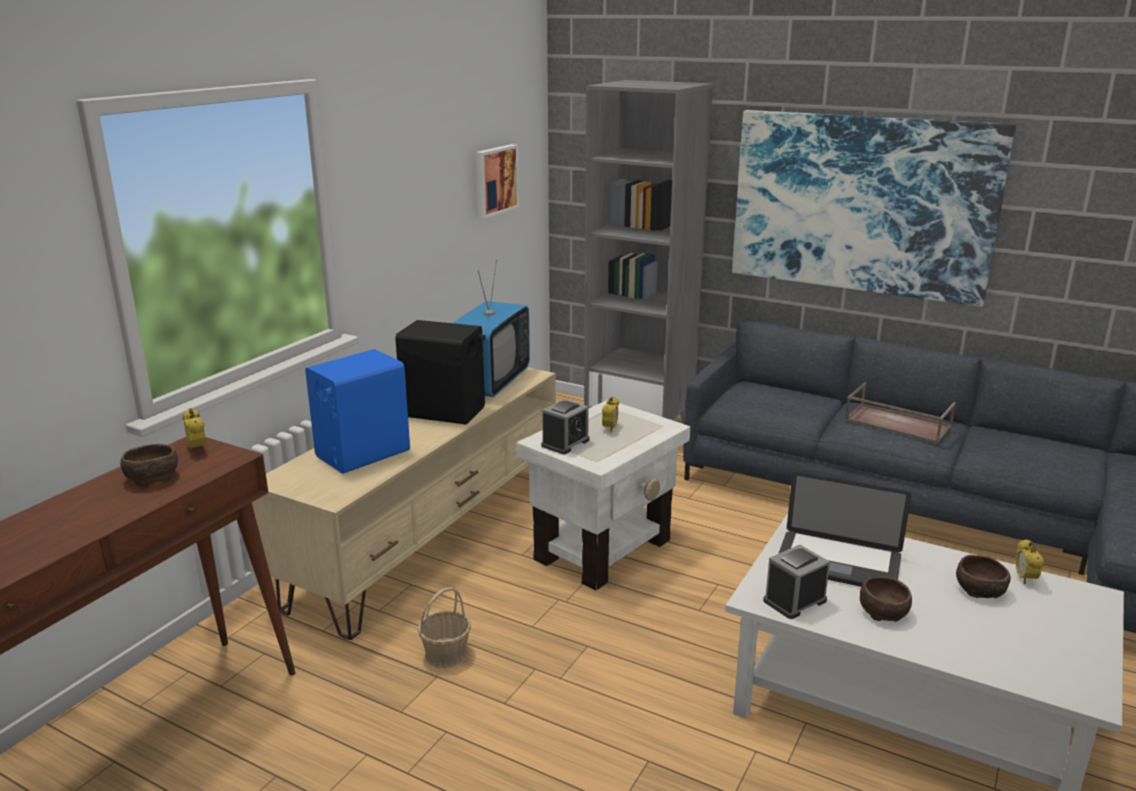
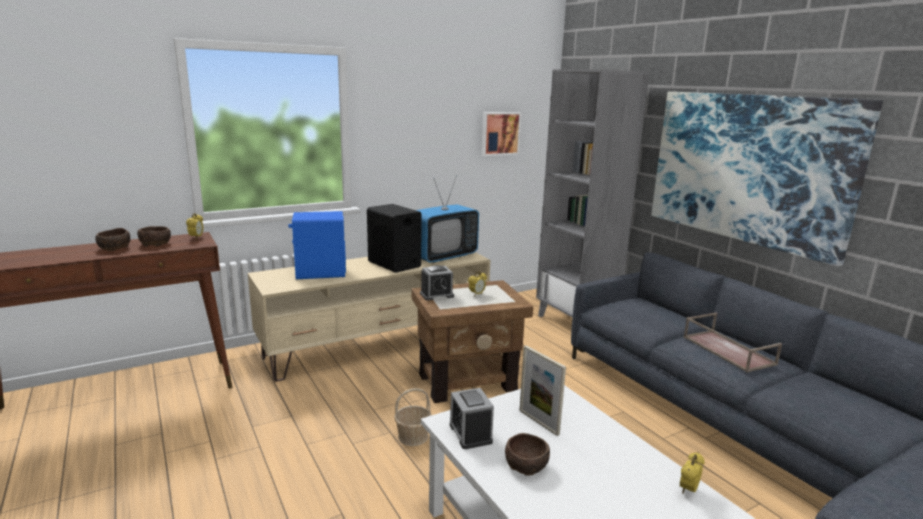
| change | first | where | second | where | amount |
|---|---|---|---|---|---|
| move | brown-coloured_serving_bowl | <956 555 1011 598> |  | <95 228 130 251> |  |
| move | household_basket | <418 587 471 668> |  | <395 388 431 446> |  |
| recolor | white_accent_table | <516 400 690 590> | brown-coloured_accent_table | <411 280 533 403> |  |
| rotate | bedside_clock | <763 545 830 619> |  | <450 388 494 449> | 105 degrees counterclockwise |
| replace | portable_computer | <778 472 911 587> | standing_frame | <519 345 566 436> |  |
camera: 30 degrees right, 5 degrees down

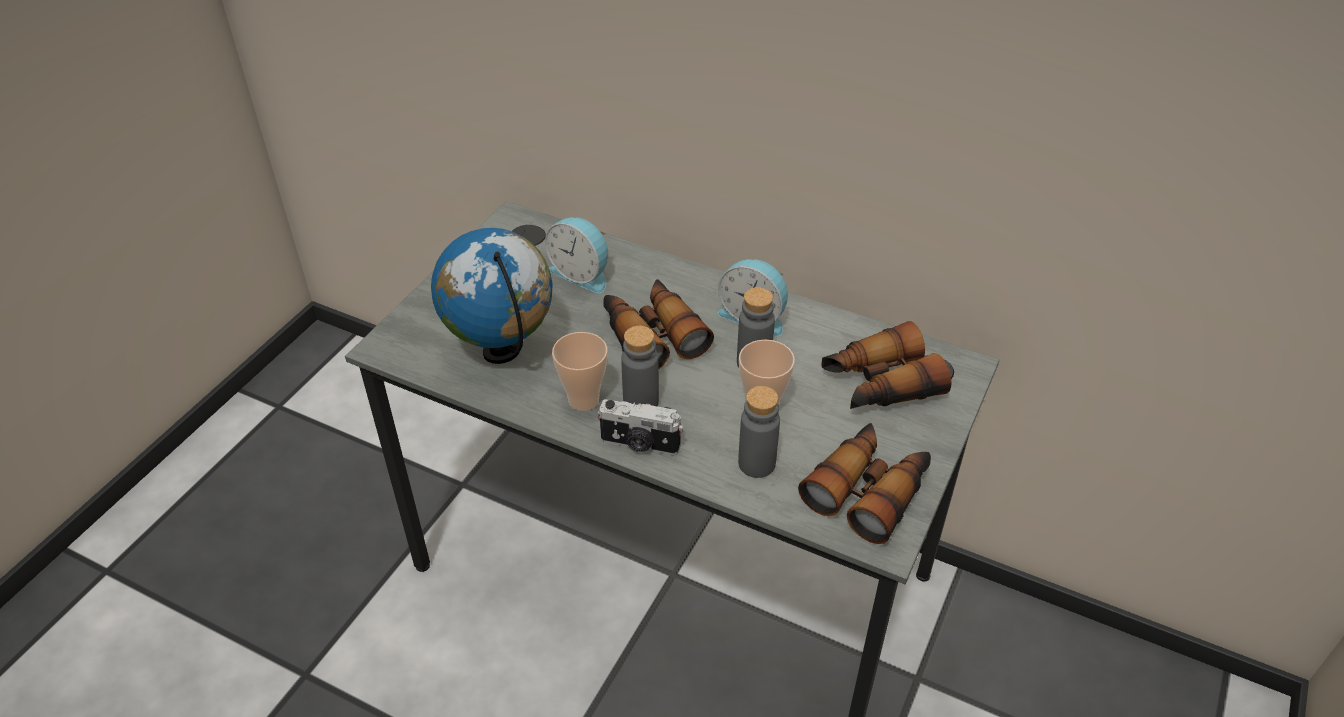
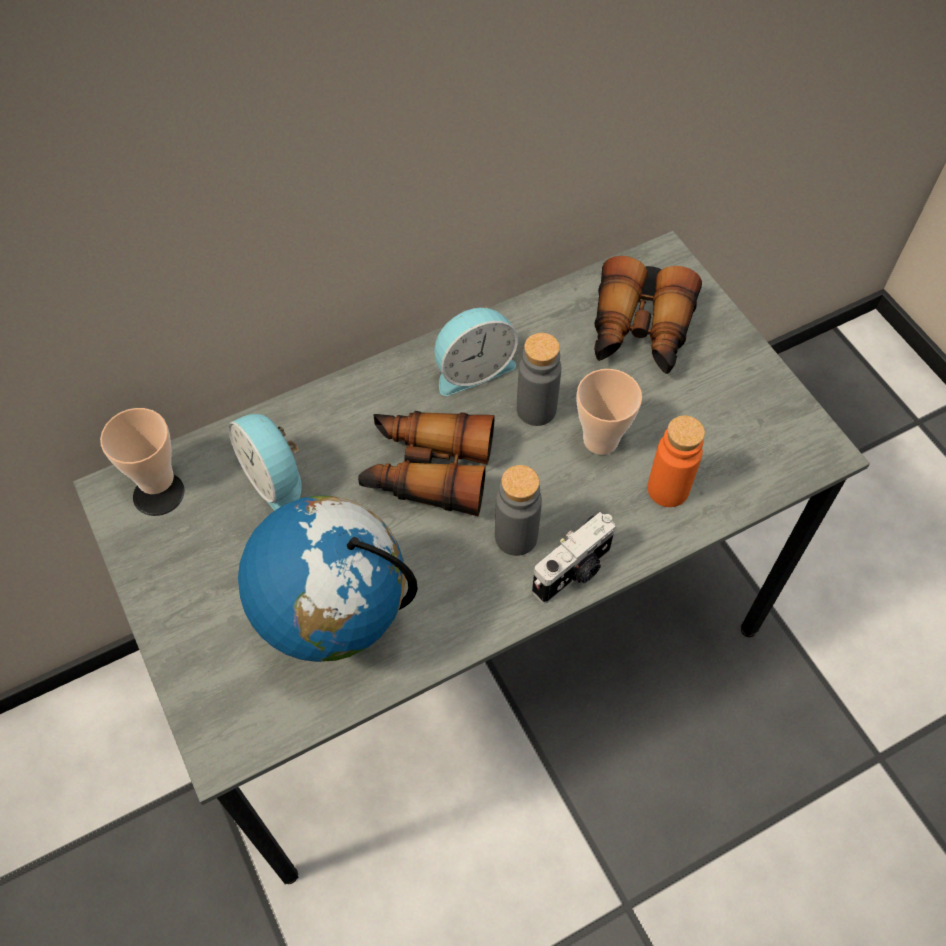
| change | first | where | second | where | amount |
|---|---|---|---|---|---|
| move | drinking_cup | <552 332 608 411> |  | <100 408 174 494> |  |
| rotate | bedside_clock | <545 217 608 293> |  | <228 414 302 511> | 75 degrees clockwise |
| recolor | grey_bottle | <738 386 780 478> | orange-coloured_bottle | <647 415 705 507> |  |
| delete | binoculars | <798 423 931 544> |  |  |  |
camera: 55 degrees left, 15 degrees up

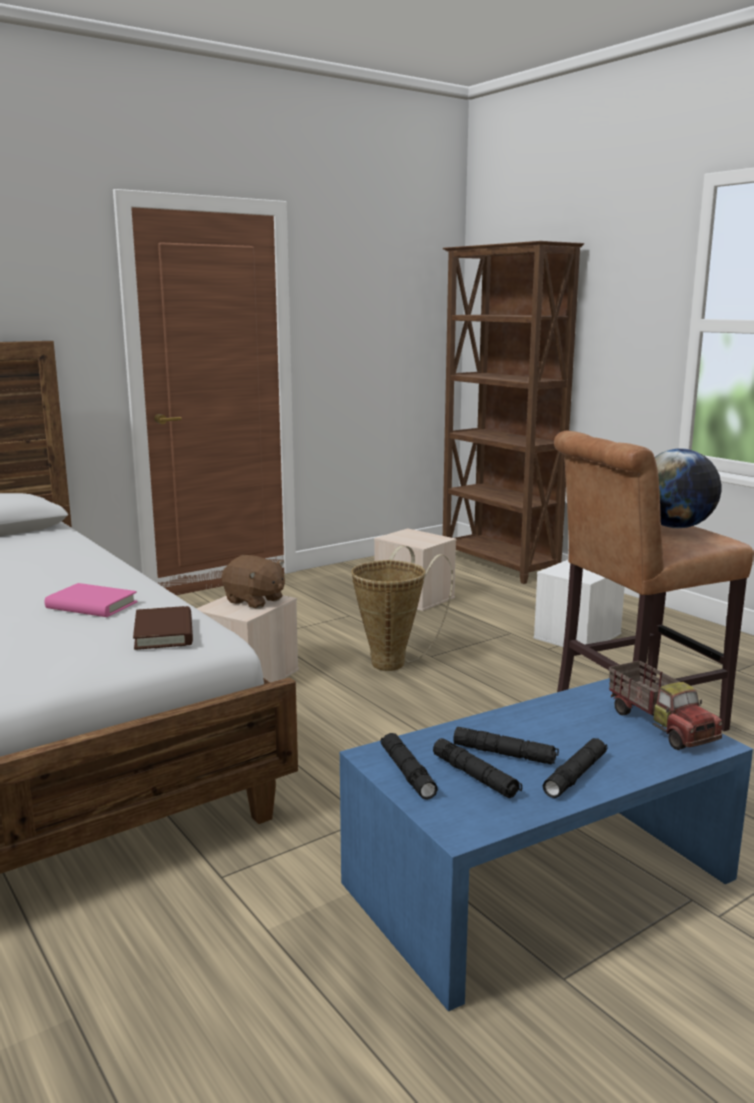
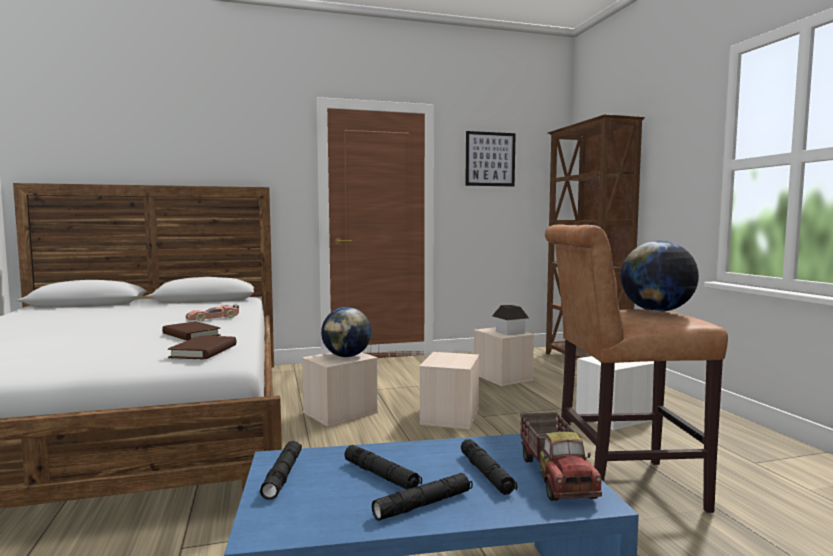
| change | first | where | second | where | amount |
|---|---|---|---|---|---|
| recolor | pinkish_volume | <45 583 138 617> | brown-coloured_volume | <162 321 221 341> |  |
| insert |  |  | miniature_car | <186 305 239 322> |  |
| replace | brown-coloured_soft_toy | <222 555 285 609> | world_globe | <321 307 372 357> |  |
| replace | household_basket | <351 546 453 671> | beige_storage_box | <419 352 479 430> |  |
| move | blackish_torch | <433 738 522 798> |  | <461 439 517 495> |  |
| insert |  |  | wall_art | <465 131 516 187> |  |
| insert |  |  | miniature_house | <492 305 530 336> |  |
camera: 20 degrees right, 10 degrees down

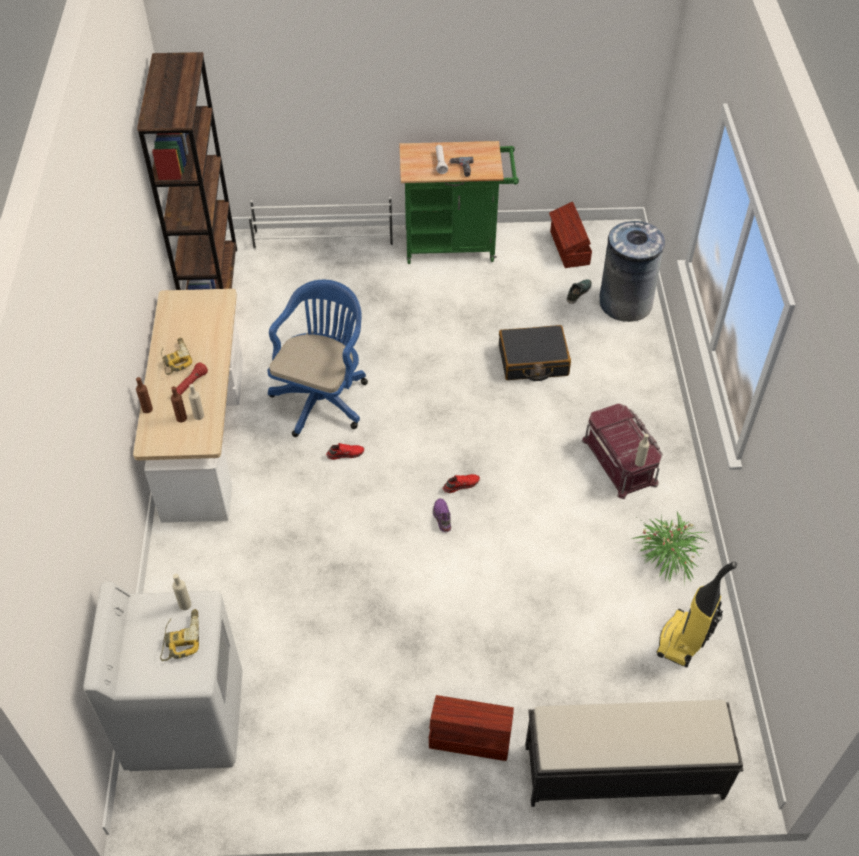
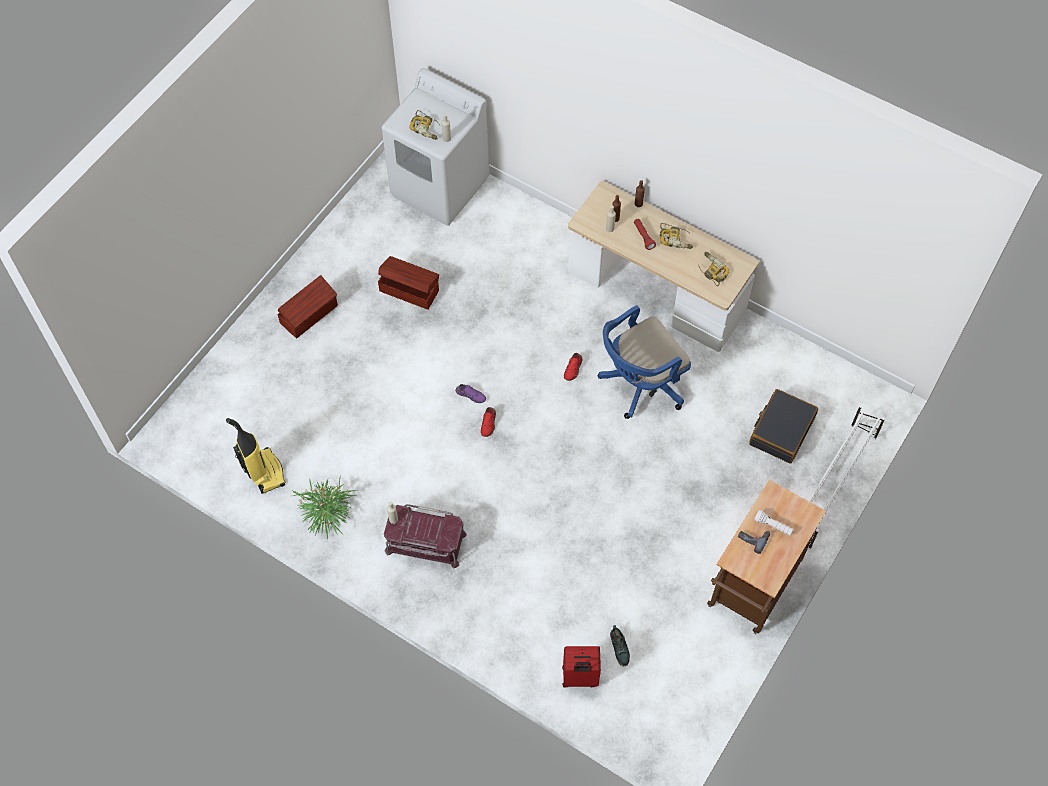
| change | first | where | second | where | amount |
|---|---|---|---|---|---|
| move | brown-coloured_storage_box | <549 202 592 268> |  | <378 256 439 310> |  |
| replace | grey_rubbish_bin | <600 221 665 322> | reddish_travel_case | <562 646 601 687> |  |
| rotate | blue-coloured_computer_chair | <268 280 368 437> |  | <598 305 691 419> | 90 degrees clockwise |
| insert |  |  | electric_drill | <698 252 730 287> |  |
| recolor | greenish_cart | <399 141 519 264> | brown-coloured_cart | <707 480 826 634> |  |
| move | blackish_travel_case | <499 325 571 381> |  | <749 389 818 464> |  |
| delete | brown-coloured_bookcase | <137 52 237 290> |  |  |  |
| delete | blackish_bench | <525 700 743 807> |  |  |  |
camera: 125 degrees right, 10 degrees up

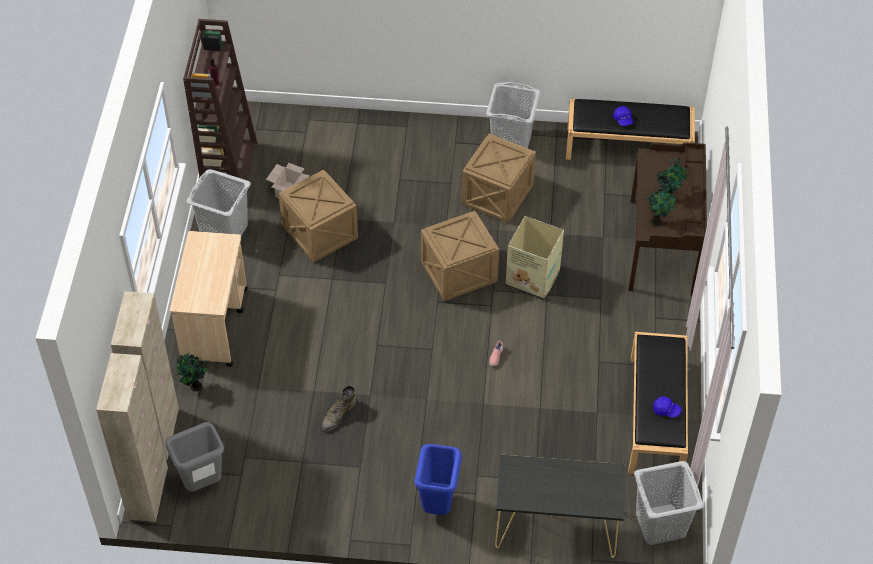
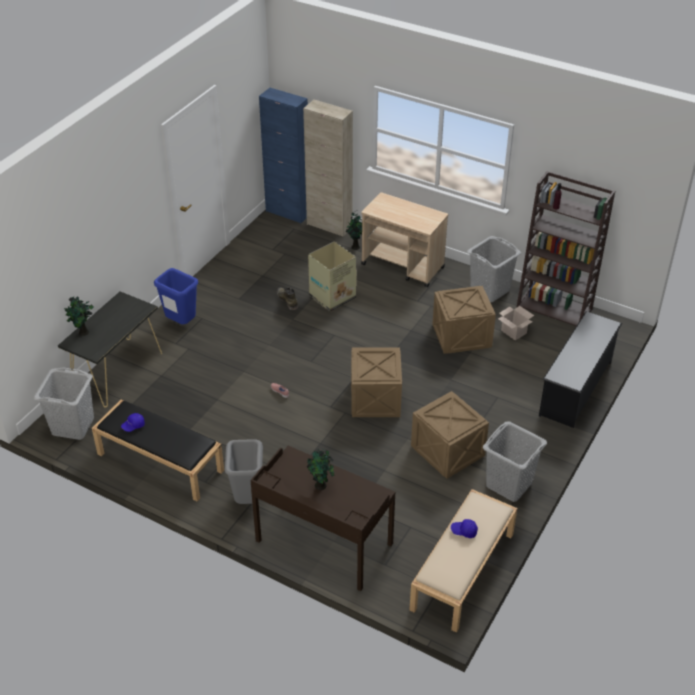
| change | first | where | second | where | amount |
|---|---|---|---|---|---|
| move | potted_plant | <646 183 676 227> |  | <64 296 94 336> |  |
| move | grey_rubbish_bin | <165 422 224 492> |  | <225 439 263 504> |  |
| recolor | beige_cupboard | <96 353 168 522> | blue-coloured_cupboard | <259 88 308 223> |  |
| move | cardboard_box | <505 216 564 301> |  | <308 241 357 312> |  |
| recolor | blackish_bench | <566 99 695 160> | beige_bench | <409 489 517 633> |  |
| insert |  |  | blackish_shoe_stand | <539 311 622 428> |  |
camera: 115 degrees right, 10 degrees down

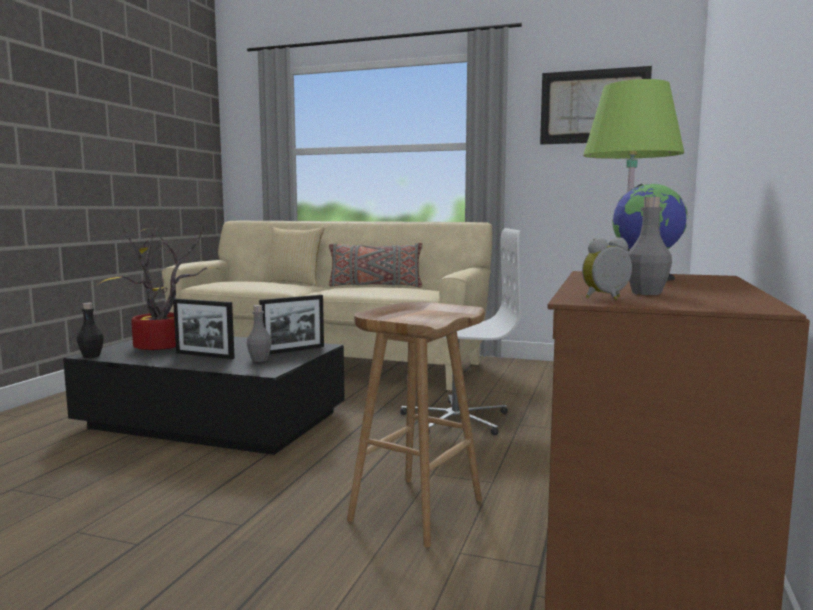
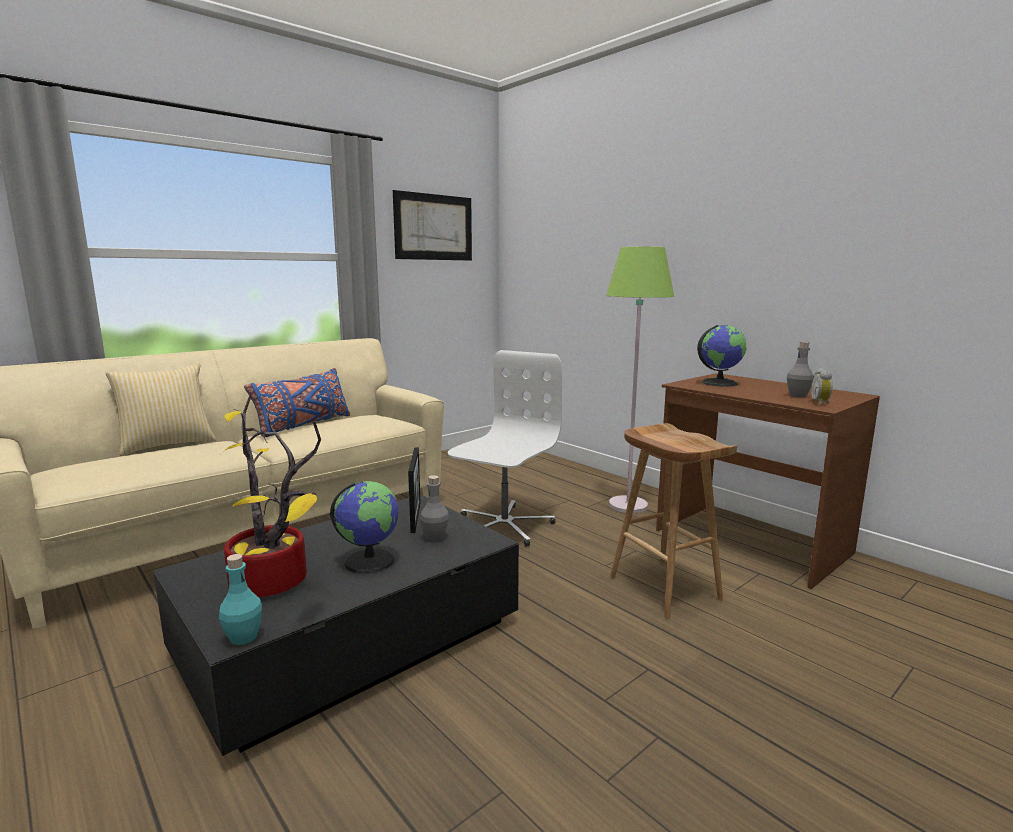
| change | first | where | second | where | amount |
|---|---|---|---|---|---|
| recolor | blackish_bottle | <77 303 104 358> | turquoise_bottle | <219 554 262 645> |  |
| recolor | grey_throw_pillow | <329 243 422 288> | blue-coloured_throw_pillow | <244 368 350 437> |  |
| replace | standing_frame | <173 299 235 359> | world_globe | <330 481 399 574> |  |
camera: 60 degrees left, 5 degrees up

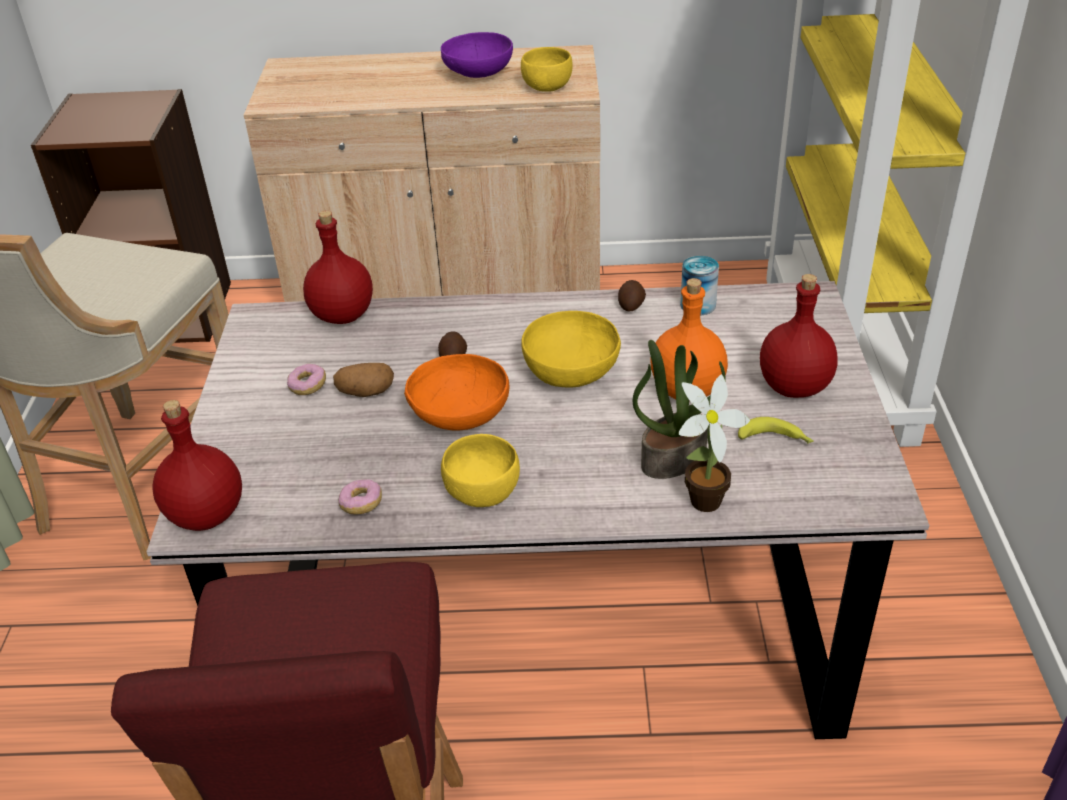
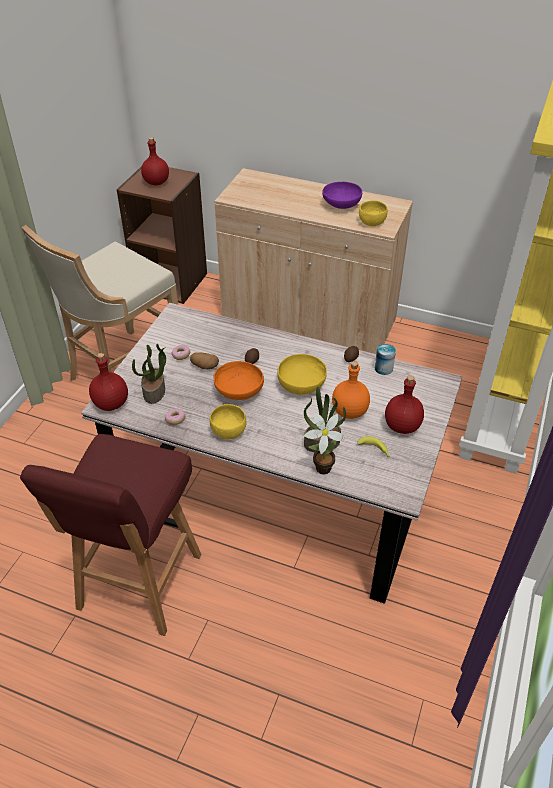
| change | first | where | second | where | amount |
|---|---|---|---|---|---|
| insert |  |  | potted_plant | <132 344 166 404> |  |
| move | reddish_bottle | <303 210 373 324> |  | <141 137 169 186> |  |
camera: 20 degrees right, 5 degrees up

